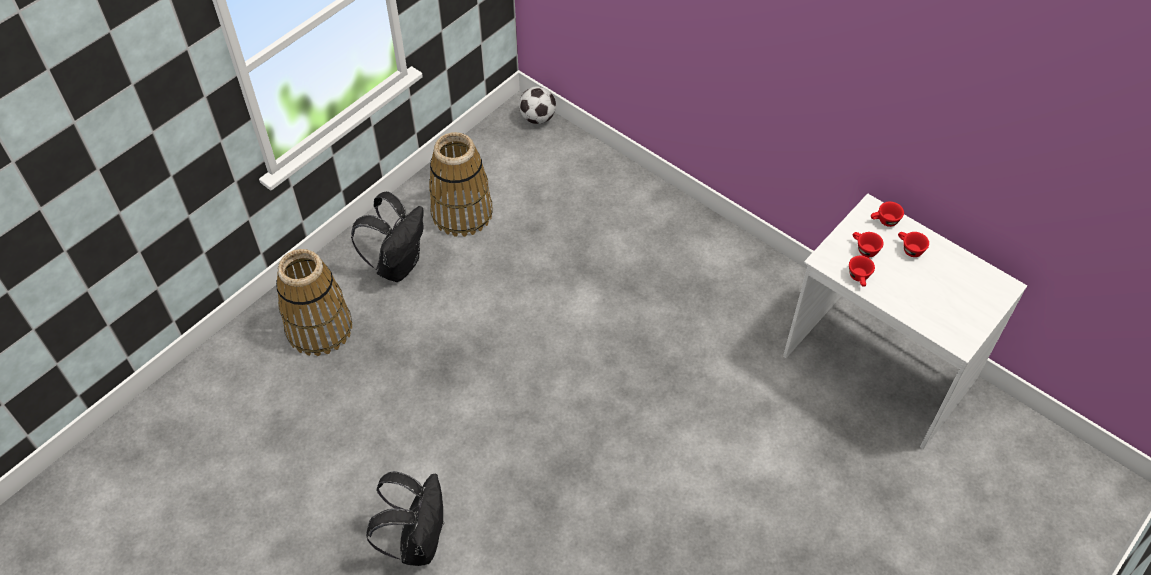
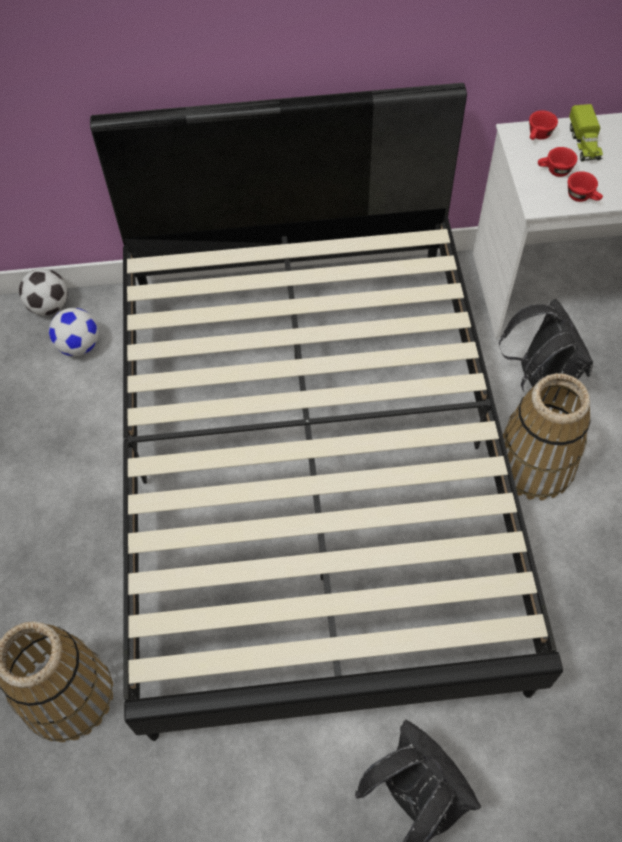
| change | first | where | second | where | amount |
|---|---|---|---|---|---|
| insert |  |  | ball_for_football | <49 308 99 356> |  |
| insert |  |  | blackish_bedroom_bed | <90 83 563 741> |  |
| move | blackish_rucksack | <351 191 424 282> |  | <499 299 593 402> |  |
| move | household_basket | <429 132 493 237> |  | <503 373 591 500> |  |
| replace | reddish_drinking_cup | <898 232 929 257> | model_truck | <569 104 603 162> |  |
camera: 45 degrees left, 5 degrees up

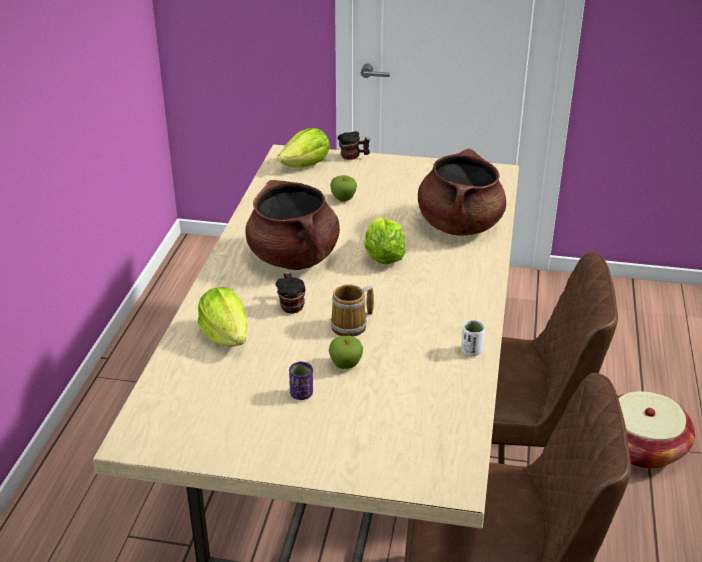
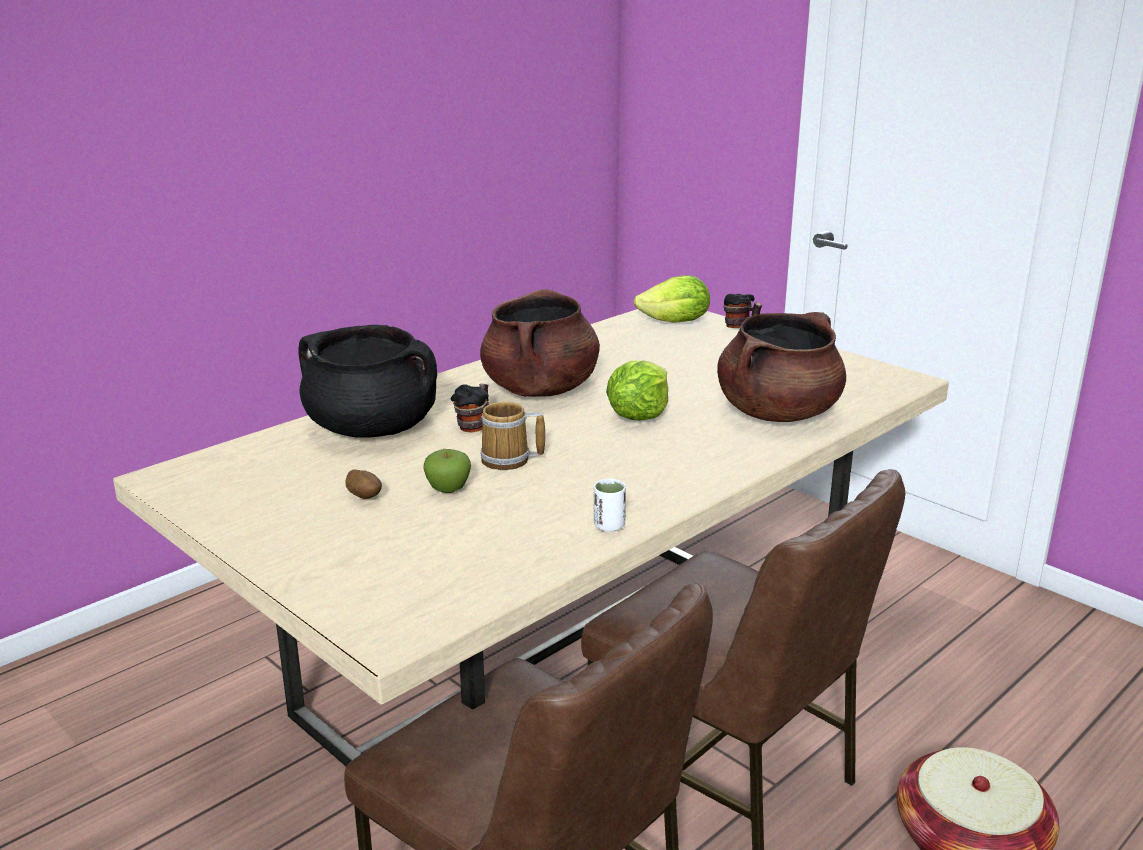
| change | first | where | second | where | amount |
|---|---|---|---|---|---|
| replace | head_of_lettuce | <198 287 247 347> | blackish_stockpot | <298 325 437 438> |  |
| replace | purple-coloured_drinking_cup | <289 361 313 400> | whole_potato | <345 469 382 499> |  |
| delete | apple | <330 175 357 202> |  |  |  |
camera: 35 degrees right, 10 degrees down

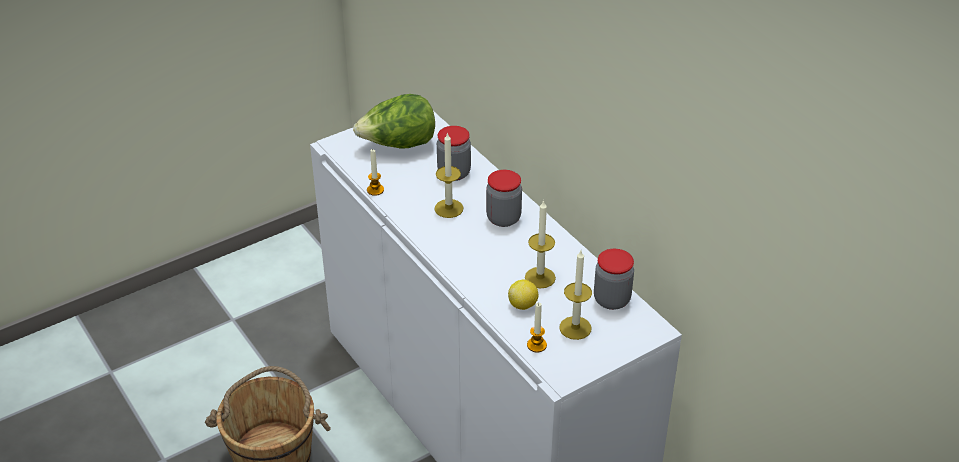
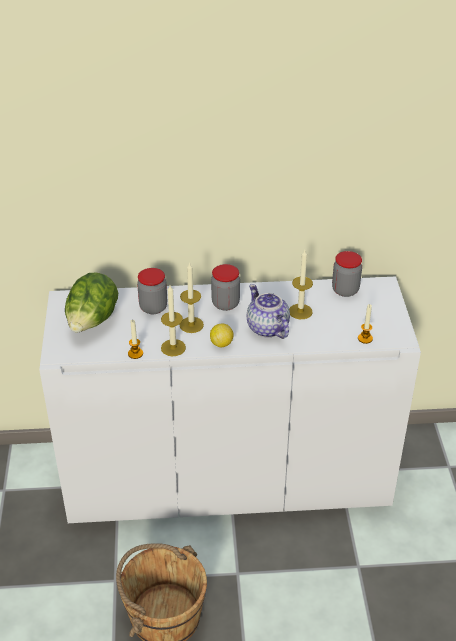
| change | first | where | second | where | amount |
|---|---|---|---|---|---|
| move | candle | <559 251 592 340> |  | <161 285 186 356> |  |
| move | whole_lemon | <508 280 538 310> |  | <210 324 234 347> |  |
| insert |  |  | teapot | <247 284 290 339> |  |
camera: 60 degrees left, 0 degrees up

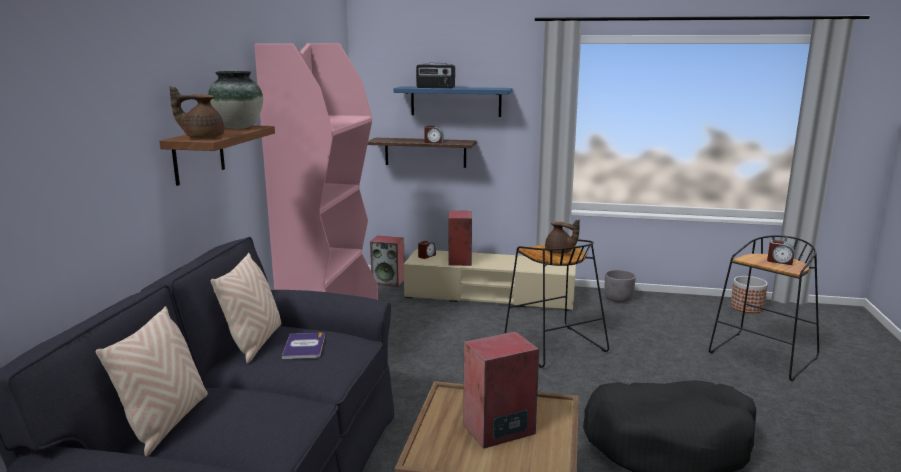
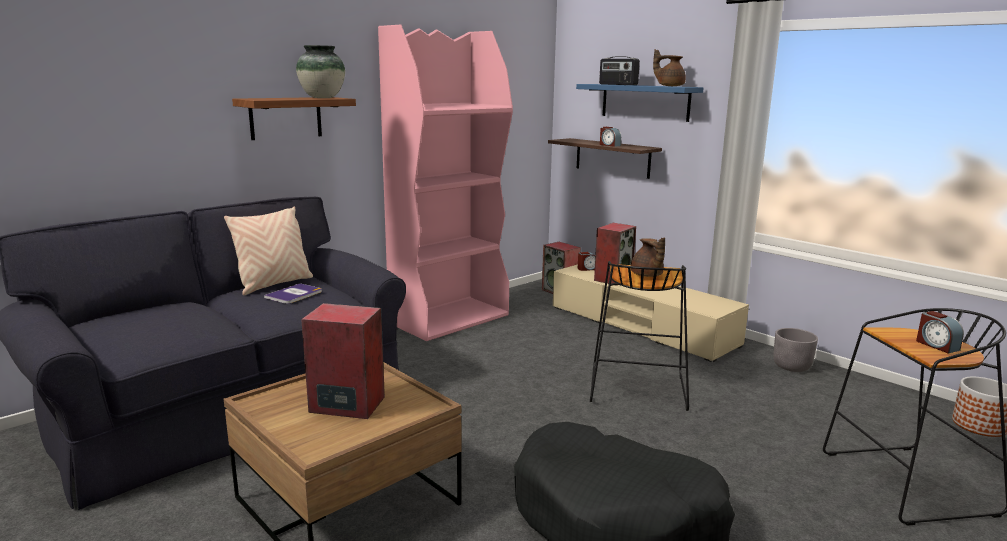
| change | first | where | second | where | amount |
|---|---|---|---|---|---|
| move | brown-coloured_teapot | <169 86 224 138> |  | <653 49 686 86> |  |
| delete | beige_throw_pillow | <96 306 208 456> |  |  |  |
camera: 35 degrees right, 0 degrees up

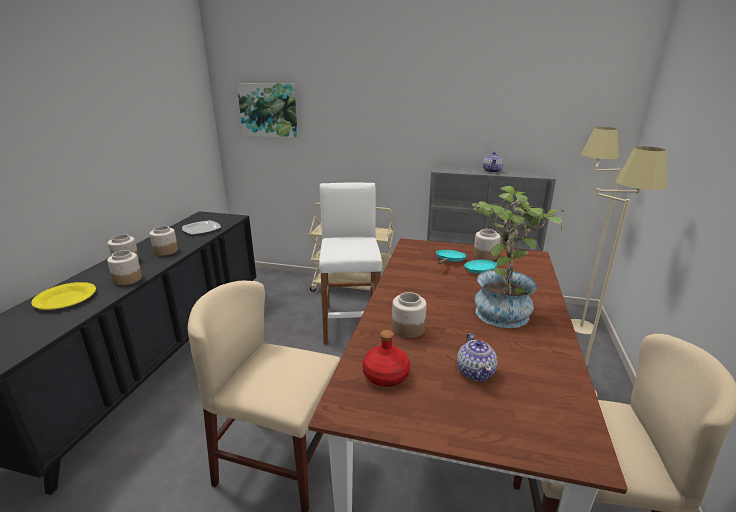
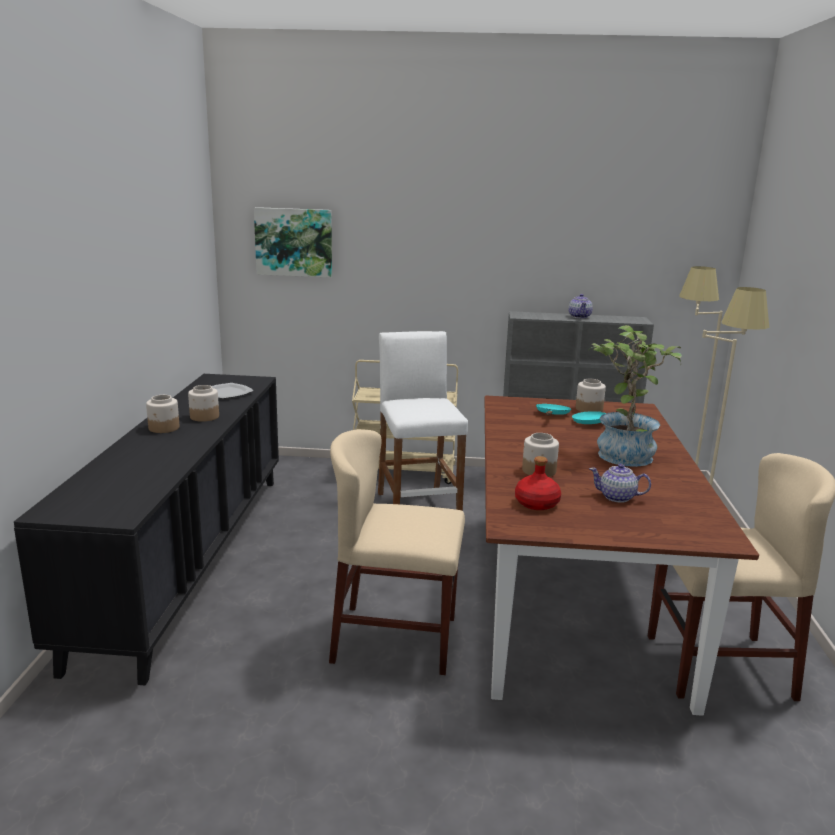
| change | first | where | second | where | amount |
|---|---|---|---|---|---|
| rotate | teapot | <457 333 498 382> |  | <589 464 651 503> | 120 degrees clockwise |
| delete | yellow_plate | <31 282 96 310> |  |  |  |
| delete | storage_jar | <107 250 142 285> |  |  |  |
camera: 10 degrees left, 5 degrees down

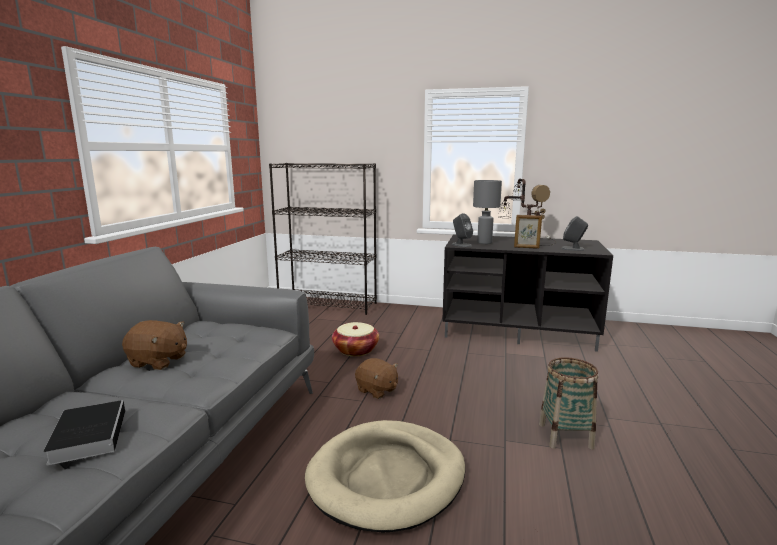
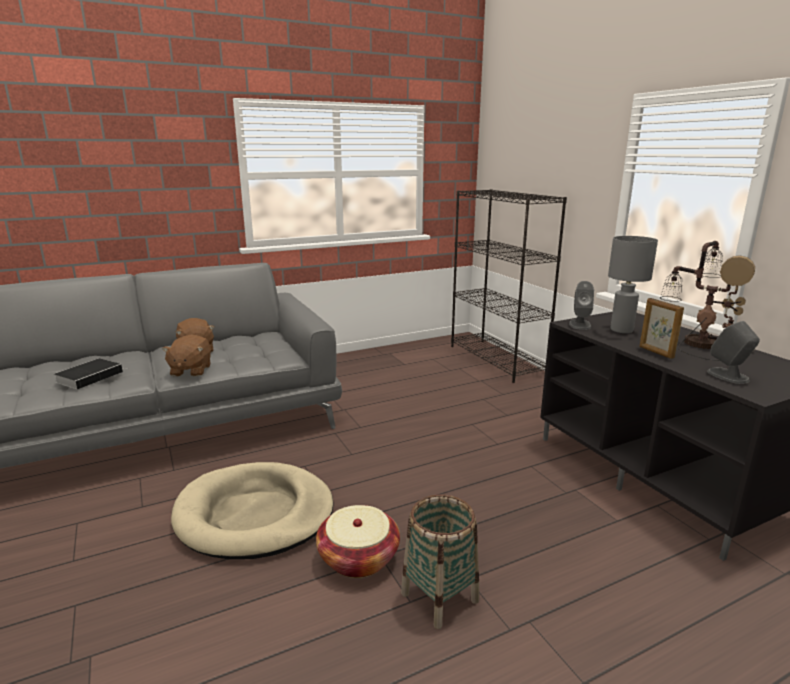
| change | first | where | second | where | amount |
|---|---|---|---|---|---|
| move | brown-coloured_soft_toy | <355 358 398 399> |  | <162 334 211 377> |  |
| move | household_basket | <332 322 379 356> |  | <316 505 400 578> |  |
camera: 50 degrees right, 5 degrees up

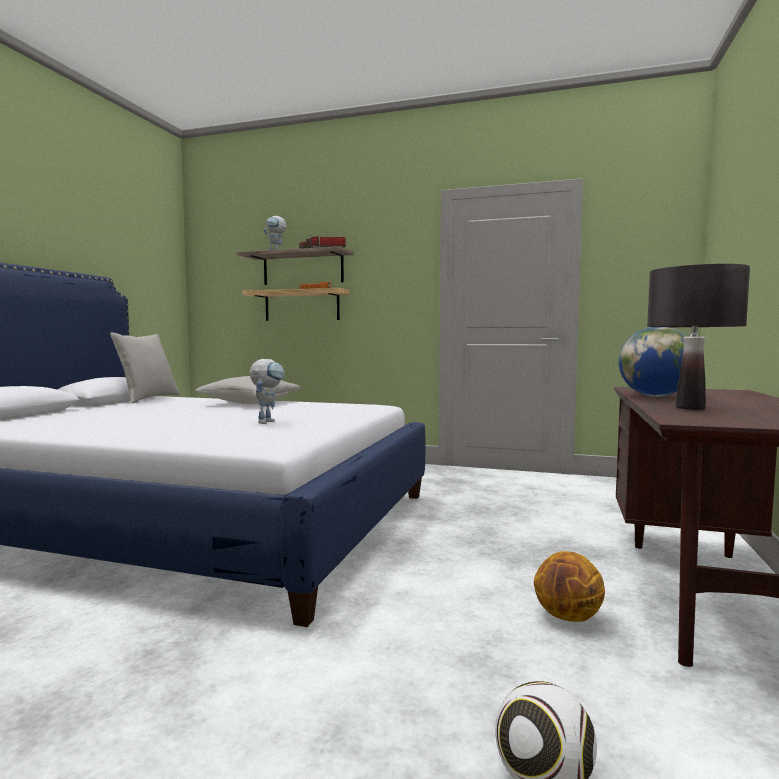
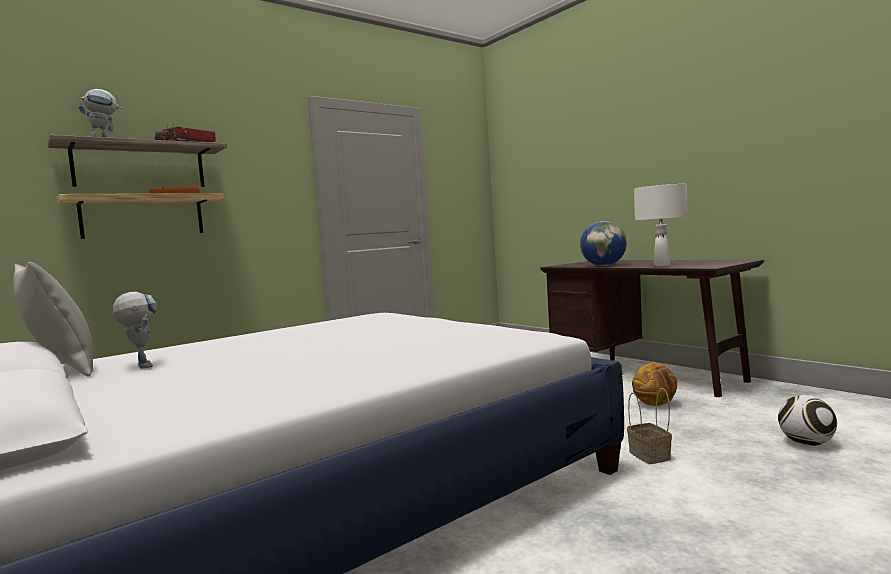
| change | first | where | second | where | amount |
|---|---|---|---|---|---|
| move | model_robot | <250 359 285 424> |  | <113 292 157 368> |  |
| insert |  |  | household_basket | <627 388 672 464> |  |
| recolor | blackish_table_lamp | <647 264 750 410> | white_table_lamp | <634 184 688 266> |  |
| delete | grey_throw_pillow | <195 376 300 404> |  |  |  |
camera: 55 degrees left, 0 degrees up

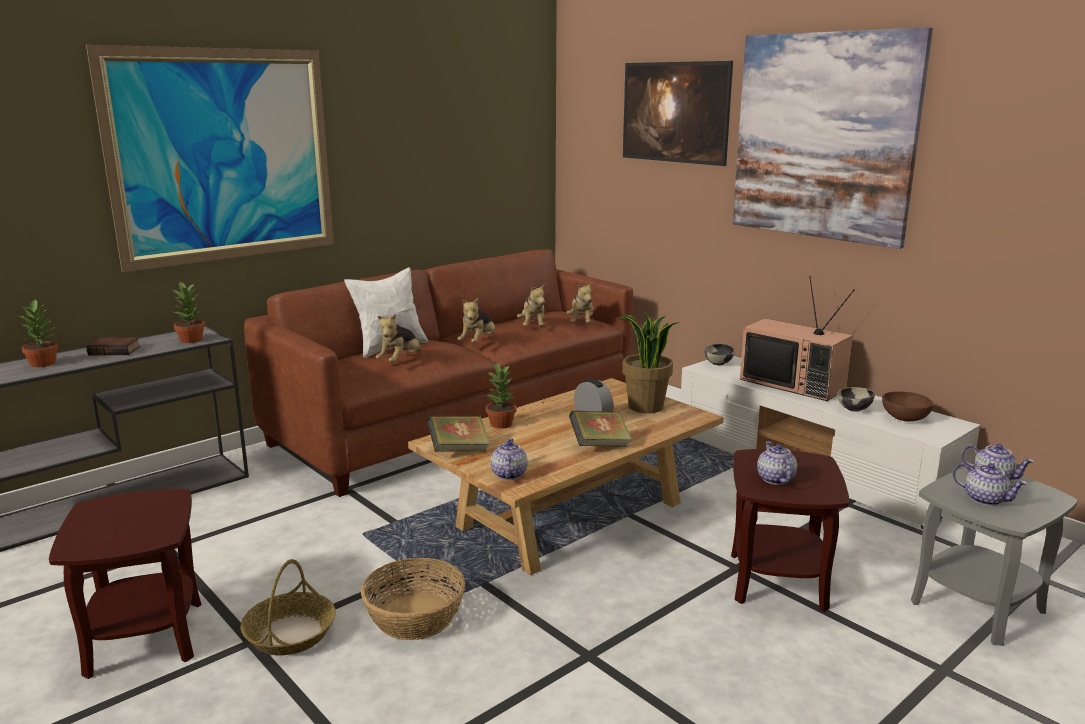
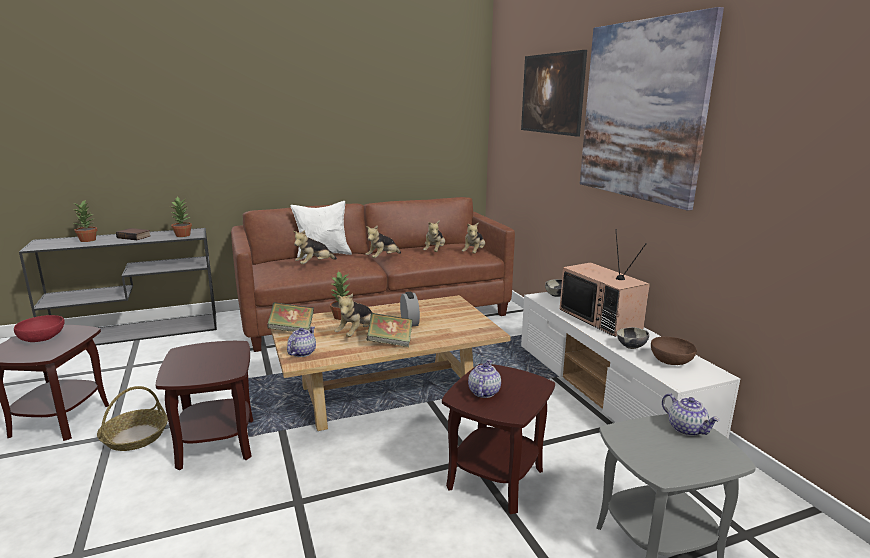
| change | first | where | second | where | amount |
|---|---|---|---|---|---|
| insert |  |  | reddish_serving_bowl | <14 315 65 342> |  |
| replace | household_basket | <361 558 465 640> | brown-coloured_accent_table | <156 341 253 470> |  |
| insert |  |  | soft_toy | <335 293 372 337> |  |
| delete | wall_art | <86 45 334 272> |  |  |  |
| delete | potted_plant | <618 311 680 413> |  |  |  |
| delete | teapot | <953 463 1028 506> |  |  |  |
camera: 20 degrees right, 0 degrees up

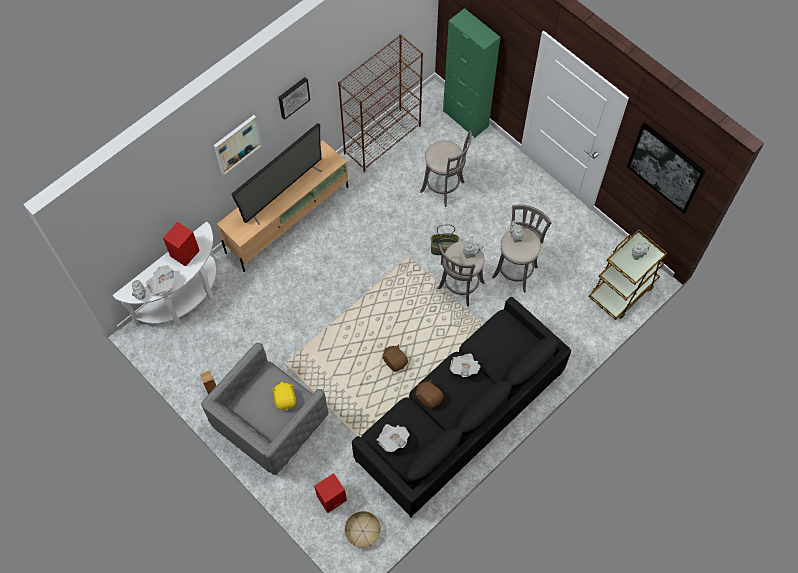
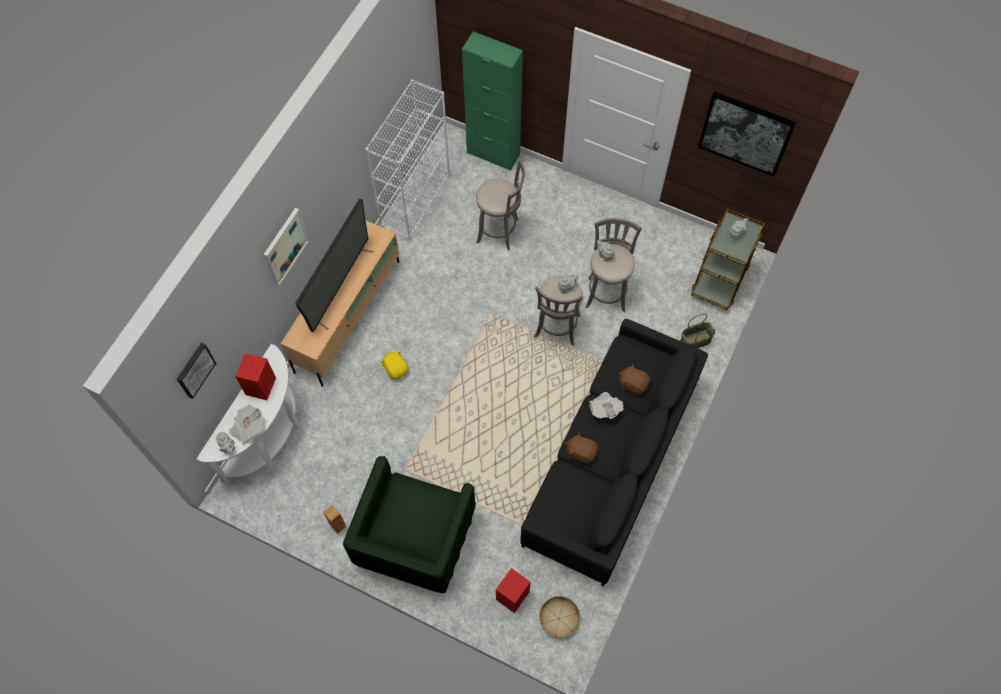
| change | first | where | second | where | amount |
|---|---|---|---|---|---|
| move | wall_art | <278 77 310 120> |  | <177 343 217 399> |  |
| recolor | grey_armchair | <201 343 328 475> | greenish_armchair | <343 456 476 593> |  |
| recolor | brown-coloured_bookcase | <338 34 423 172> | white_bookcase | <366 79 450 241> |  |
| move | yellow_soft_toy | <271 382 296 410> |  | <380 351 409 380> |  |
| move | brown-coloured_soft_toy | <382 344 408 372> |  | <619 364 650 396> |  |
| move | household_basket | <431 224 459 255> |  | <680 314 715 348> |  |
| delete | printed_paper | <377 424 410 452> |  |  |  |
camera: 20 degrees left, 0 degrees up

